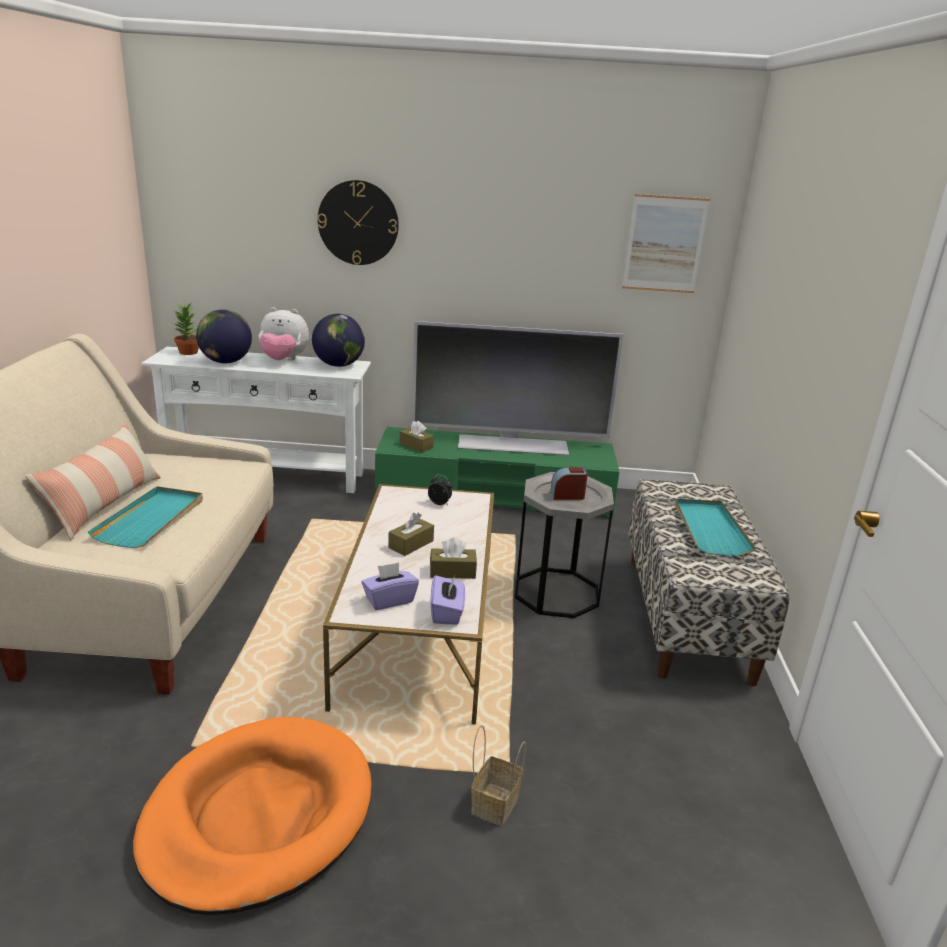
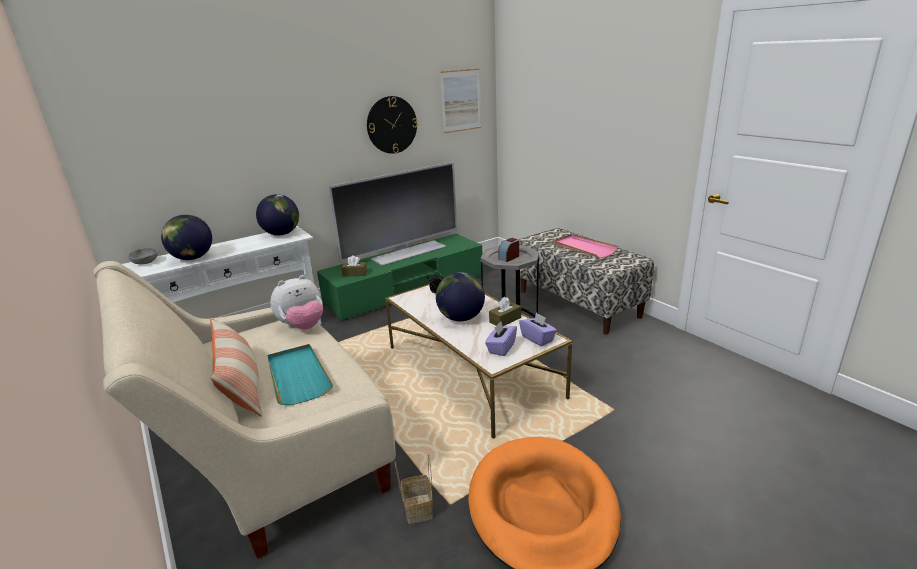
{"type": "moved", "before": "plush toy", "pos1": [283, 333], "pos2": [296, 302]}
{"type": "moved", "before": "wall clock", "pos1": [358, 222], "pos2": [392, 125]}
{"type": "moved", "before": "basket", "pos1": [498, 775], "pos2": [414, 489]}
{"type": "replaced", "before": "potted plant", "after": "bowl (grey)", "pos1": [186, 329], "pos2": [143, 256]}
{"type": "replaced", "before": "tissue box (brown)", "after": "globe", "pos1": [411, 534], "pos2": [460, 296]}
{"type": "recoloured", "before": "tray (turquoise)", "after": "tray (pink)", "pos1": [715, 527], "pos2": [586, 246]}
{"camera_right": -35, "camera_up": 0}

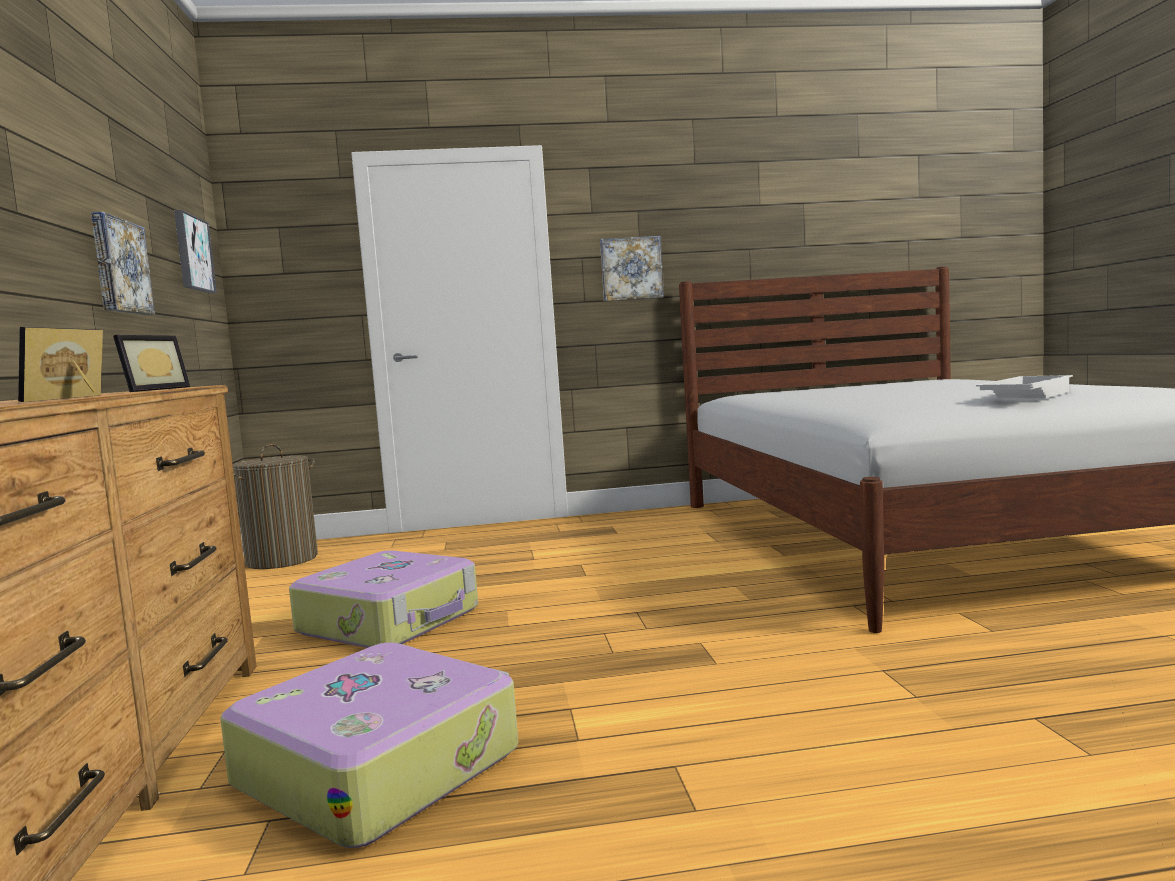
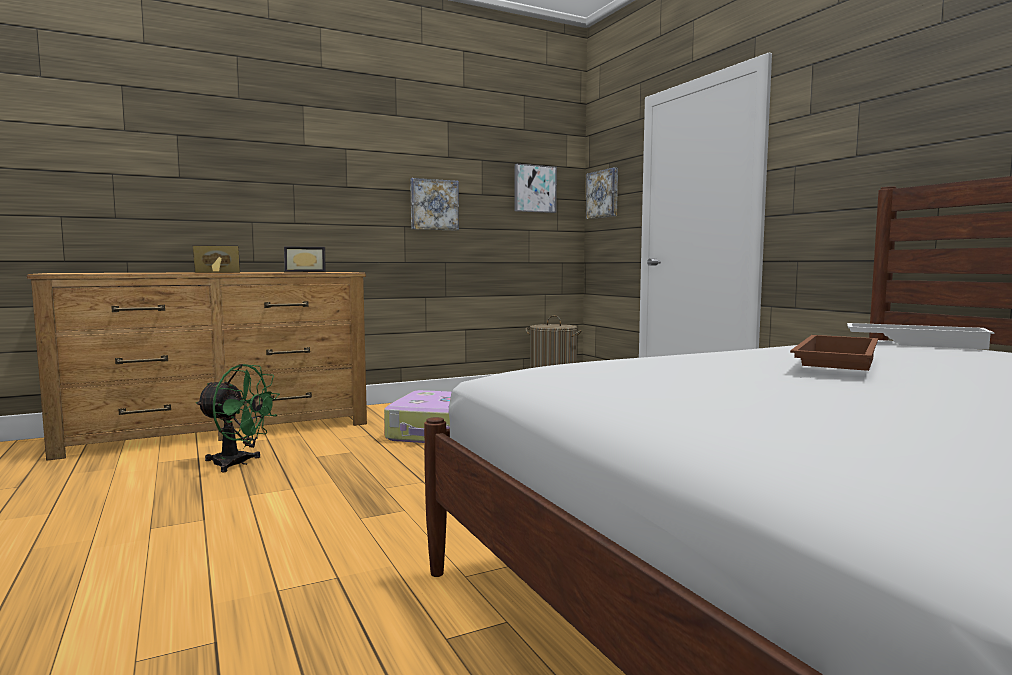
{"type": "added", "after": "tray (brown)", "pos2": [834, 353]}
{"type": "moved", "before": "picture", "pos1": [632, 268], "pos2": [602, 193]}
{"type": "moved", "before": "tray (white)", "pos1": [1024, 386], "pos2": [921, 336]}
{"type": "replaced", "before": "suitcase", "after": "fan (green)", "pos1": [369, 745], "pos2": [238, 418]}
{"camera_right": 70, "camera_up": 0}

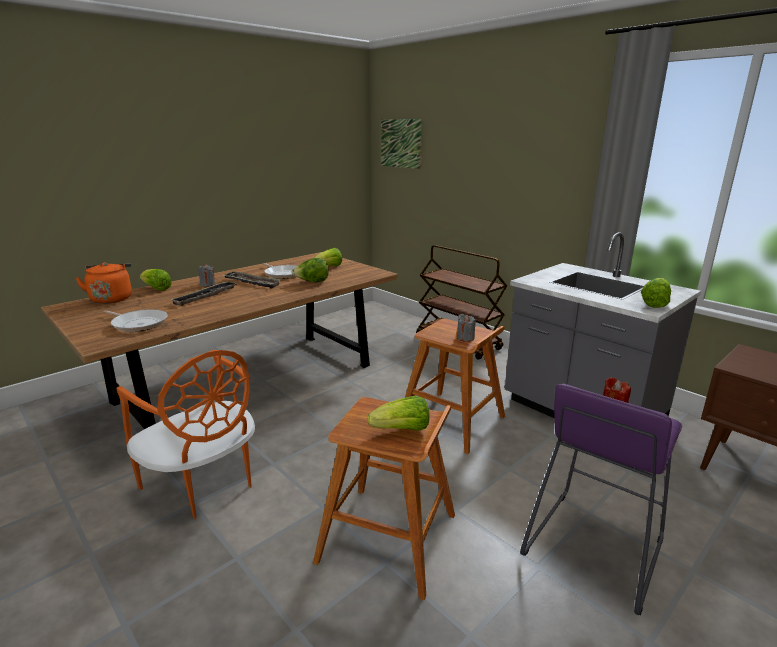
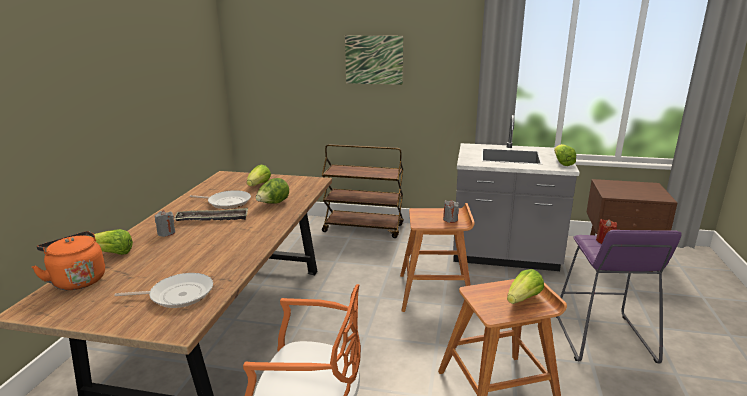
{"type": "removed", "before": "tray", "pos1": [203, 293]}
{"type": "moved", "before": "picture", "pos1": [401, 144], "pos2": [374, 60]}
{"camera_right": -35, "camera_up": 0}

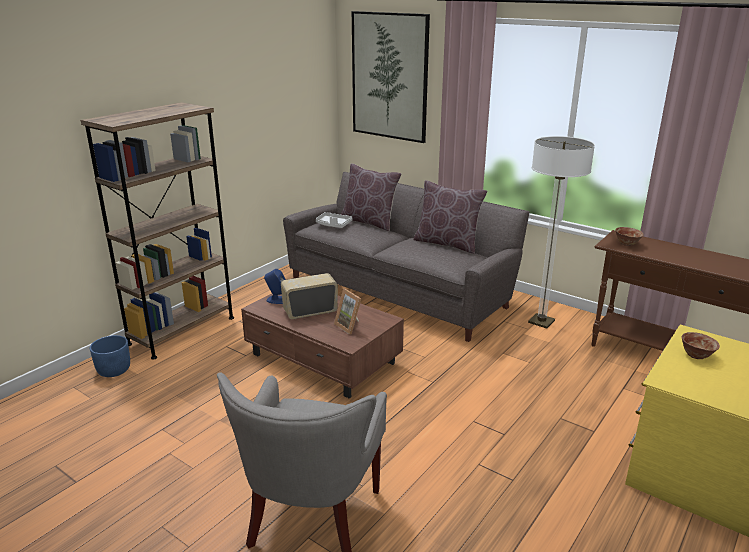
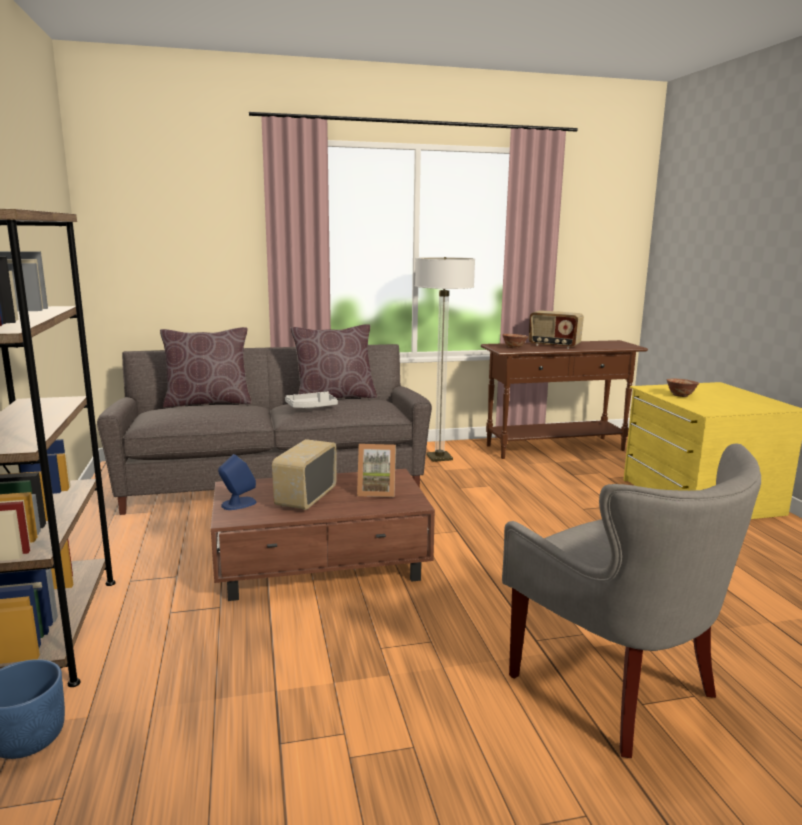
{"type": "removed", "before": "picture", "pos1": [391, 77]}
{"type": "added", "after": "radio", "pos2": [556, 329]}
{"type": "moved", "before": "tray (grey)", "pos1": [334, 220], "pos2": [311, 399]}
{"camera_right": -50, "camera_up": -10}

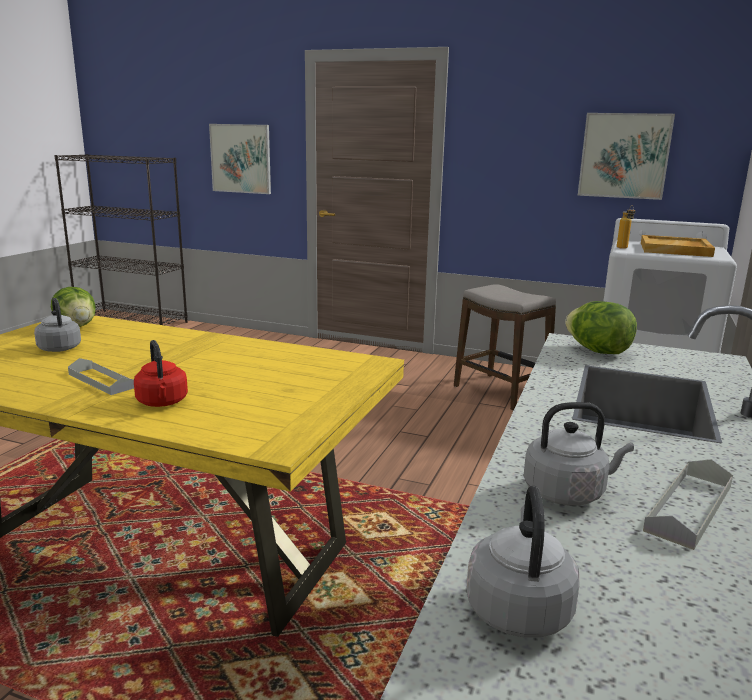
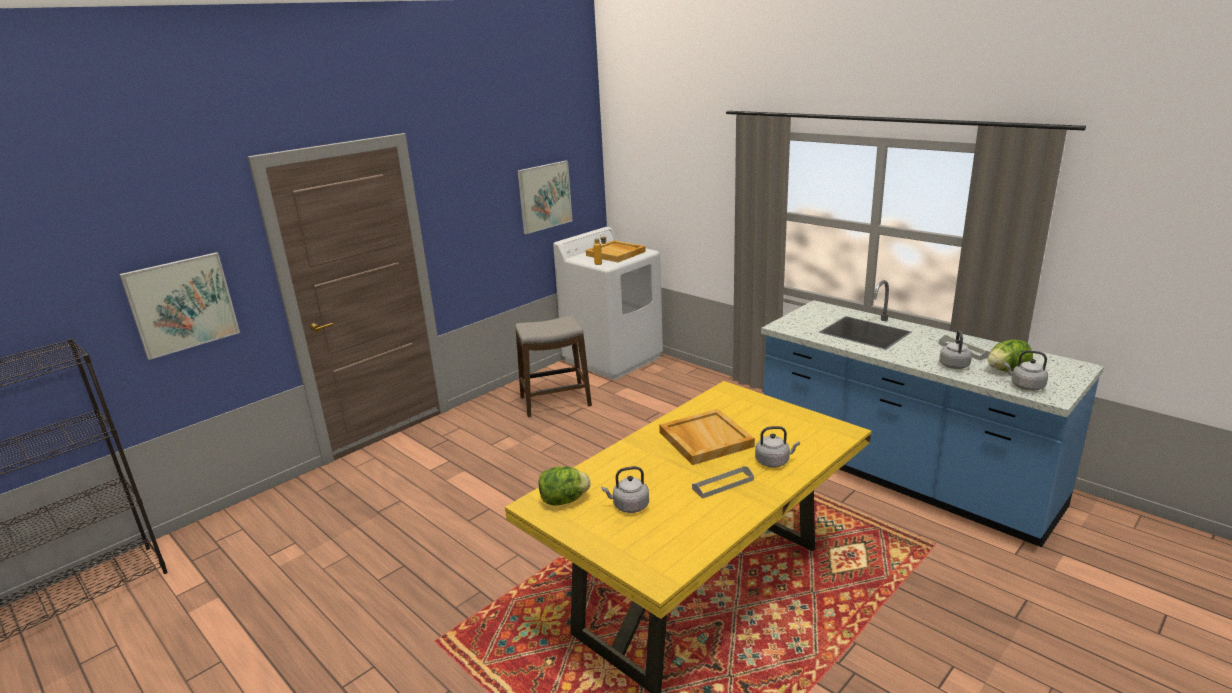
{"type": "added", "after": "tray (beige)", "pos2": [707, 437]}
{"type": "moved", "before": "lettuce", "pos1": [601, 327], "pos2": [1010, 355]}
{"type": "recoloured", "before": "kettle (red)", "after": "kettle (grey)", "pos1": [161, 373], "pos2": [777, 446]}
{"camera_right": -65, "camera_up": 5}

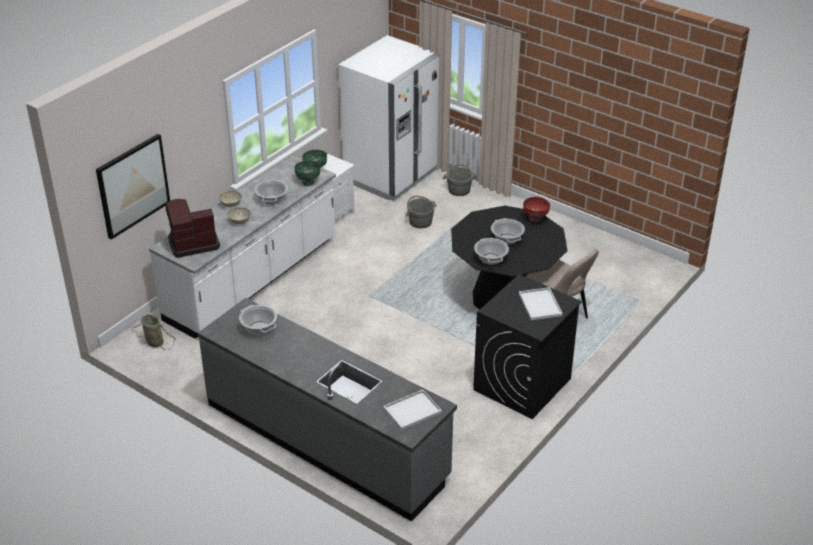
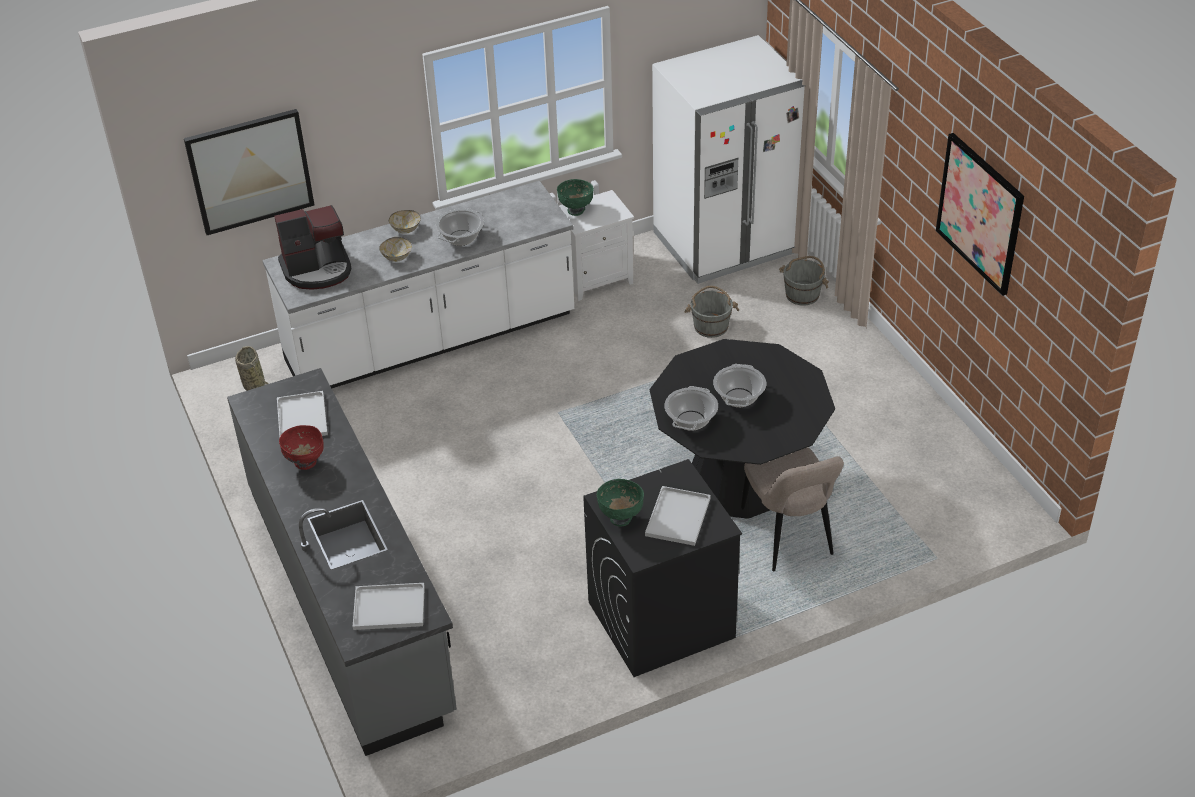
{"type": "added", "after": "picture", "pos2": [980, 214]}
{"type": "moved", "before": "bowl (green)", "pos1": [307, 173], "pos2": [620, 502]}
{"type": "moved", "before": "bowl (red)", "pos1": [536, 210], "pos2": [301, 447]}
{"type": "replaced", "before": "cooking pot", "after": "tray (white)", "pos1": [258, 320], "pos2": [302, 413]}
{"type": "turned", "before": "coffee machine", "pos1": [192, 228], "pos2": [313, 247], "turn": 150}
{"camera_right": 30, "camera_up": 5}

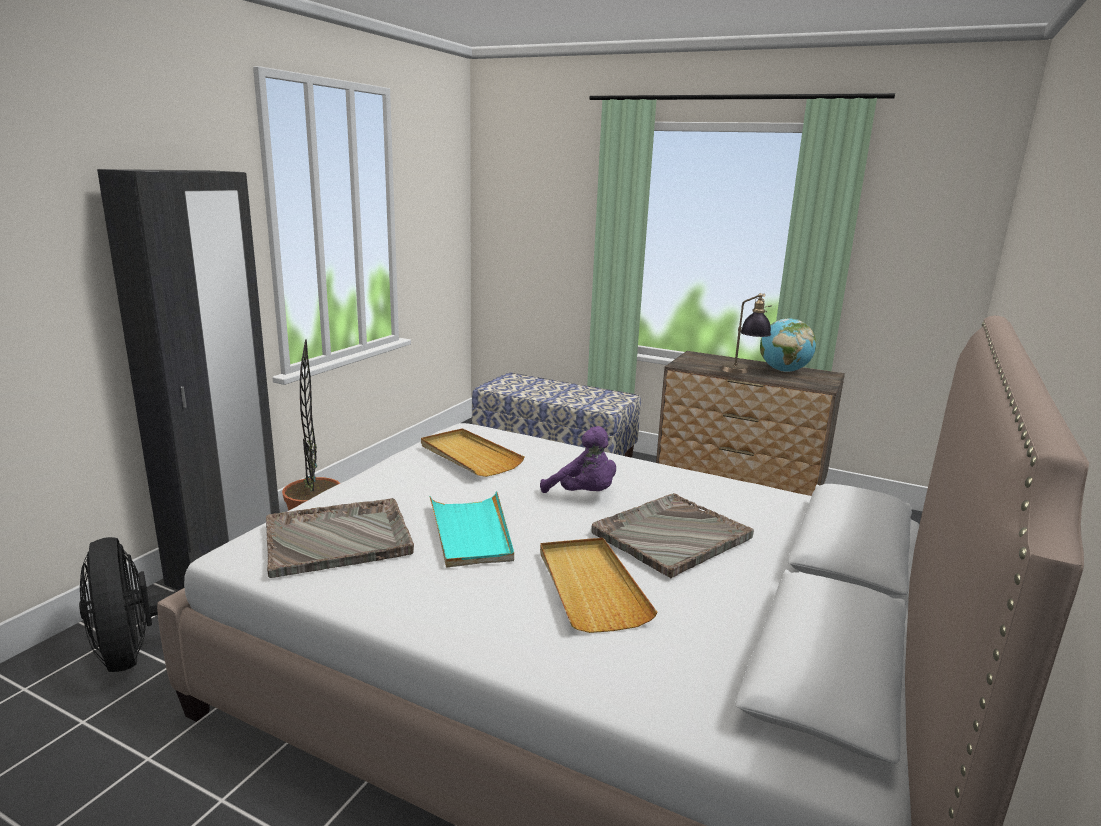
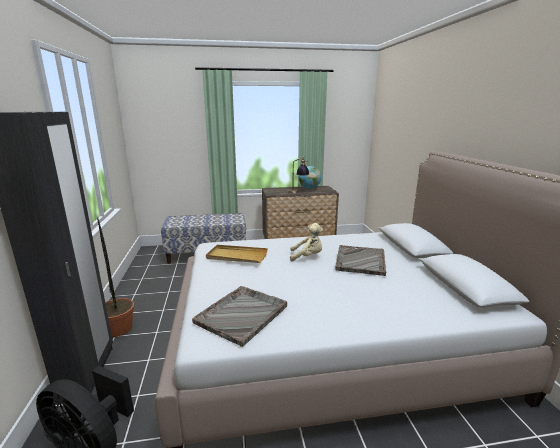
{"type": "removed", "before": "tray (turquoise)", "pos1": [471, 529]}
{"type": "removed", "before": "tray (beige)", "pos1": [599, 585]}
{"type": "recoloured", "before": "plush toy (purple)", "after": "plush toy (beige)", "pos1": [578, 459], "pos2": [306, 242]}
{"camera_right": -35, "camera_up": 0}

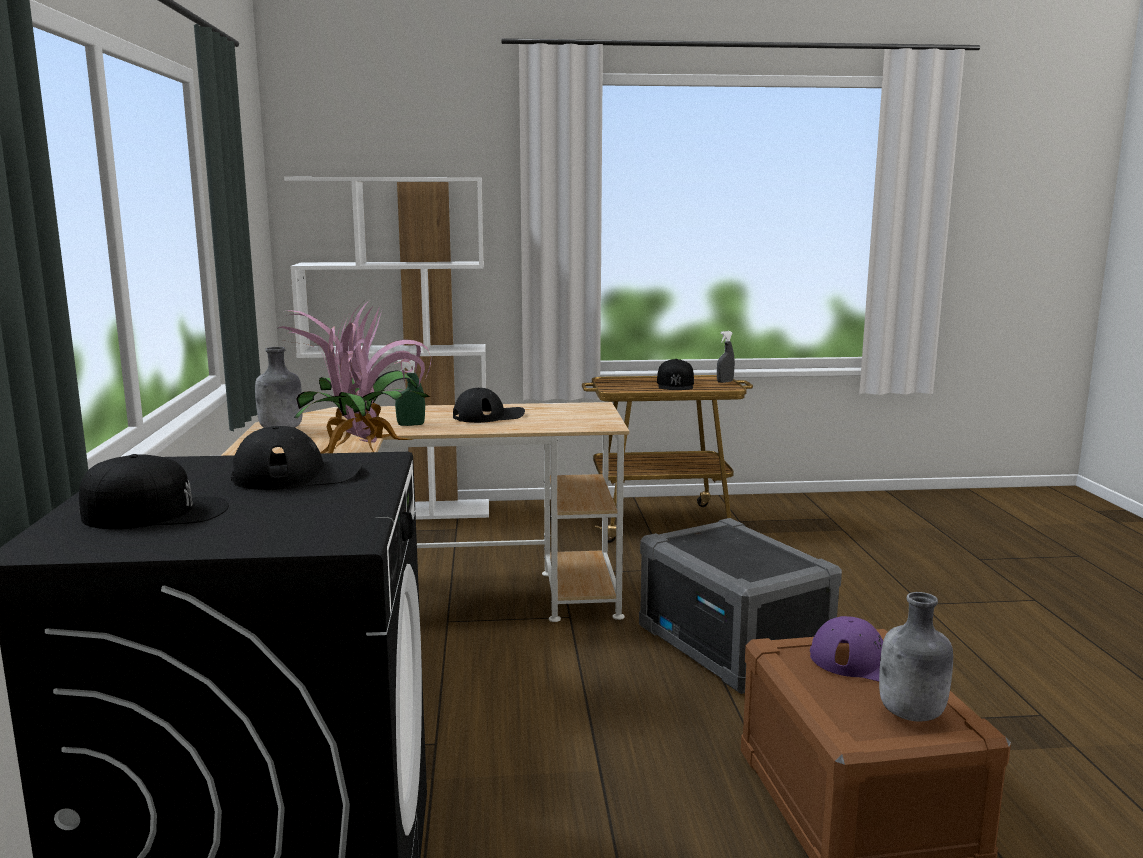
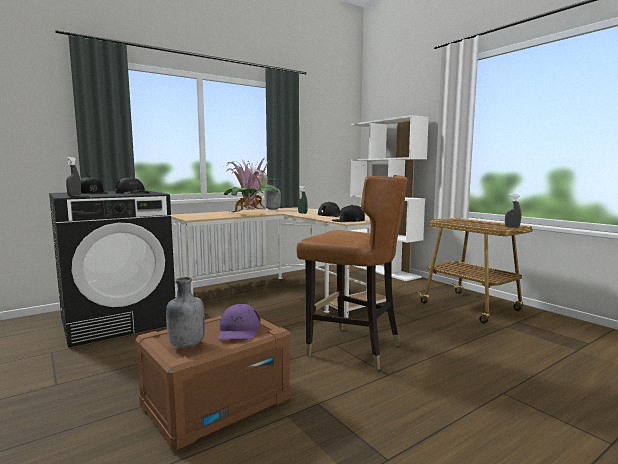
{"type": "added", "after": "spray bottle (grey)", "pos2": [73, 177]}
{"type": "moved", "before": "cap (black)", "pos1": [675, 374], "pos2": [348, 213]}
{"type": "replaced", "before": "storage box (grey)", "after": "chair (brown)", "pos1": [740, 606], "pos2": [352, 272]}
{"camera_right": 60, "camera_up": -5}

